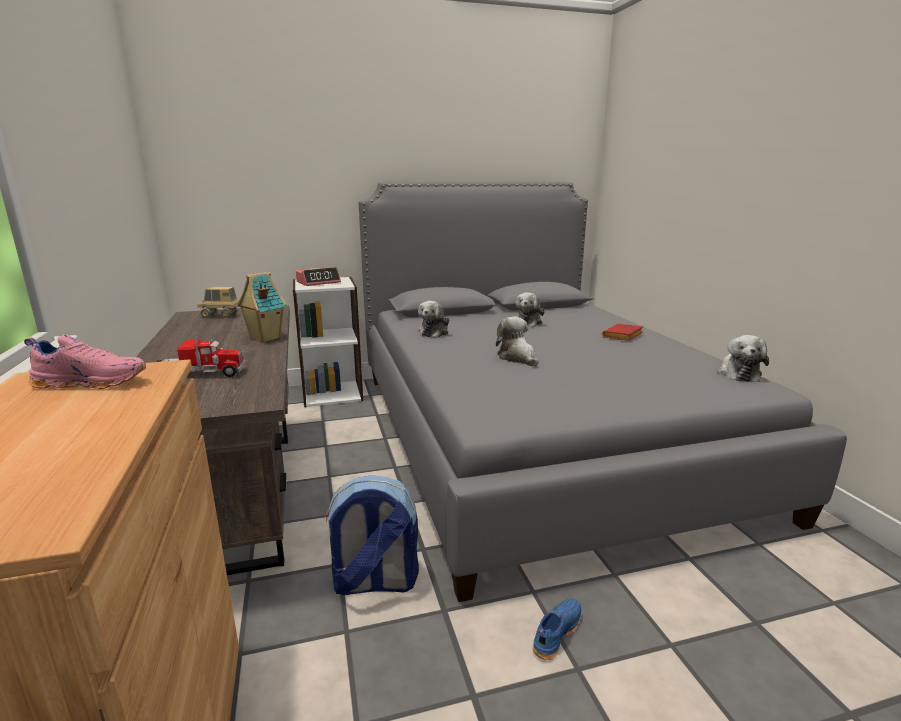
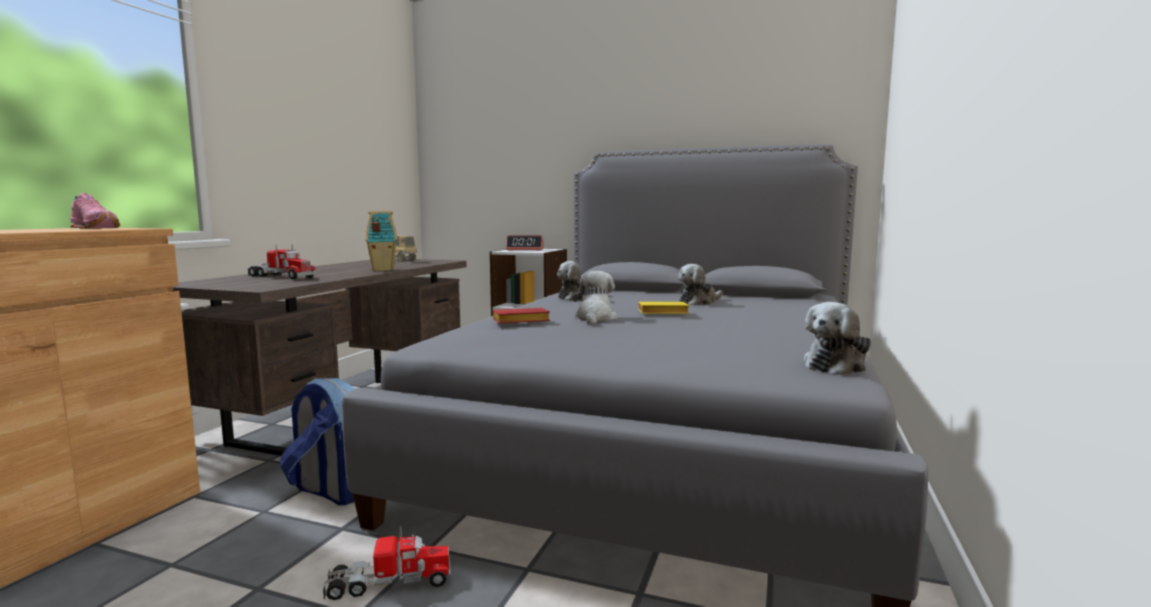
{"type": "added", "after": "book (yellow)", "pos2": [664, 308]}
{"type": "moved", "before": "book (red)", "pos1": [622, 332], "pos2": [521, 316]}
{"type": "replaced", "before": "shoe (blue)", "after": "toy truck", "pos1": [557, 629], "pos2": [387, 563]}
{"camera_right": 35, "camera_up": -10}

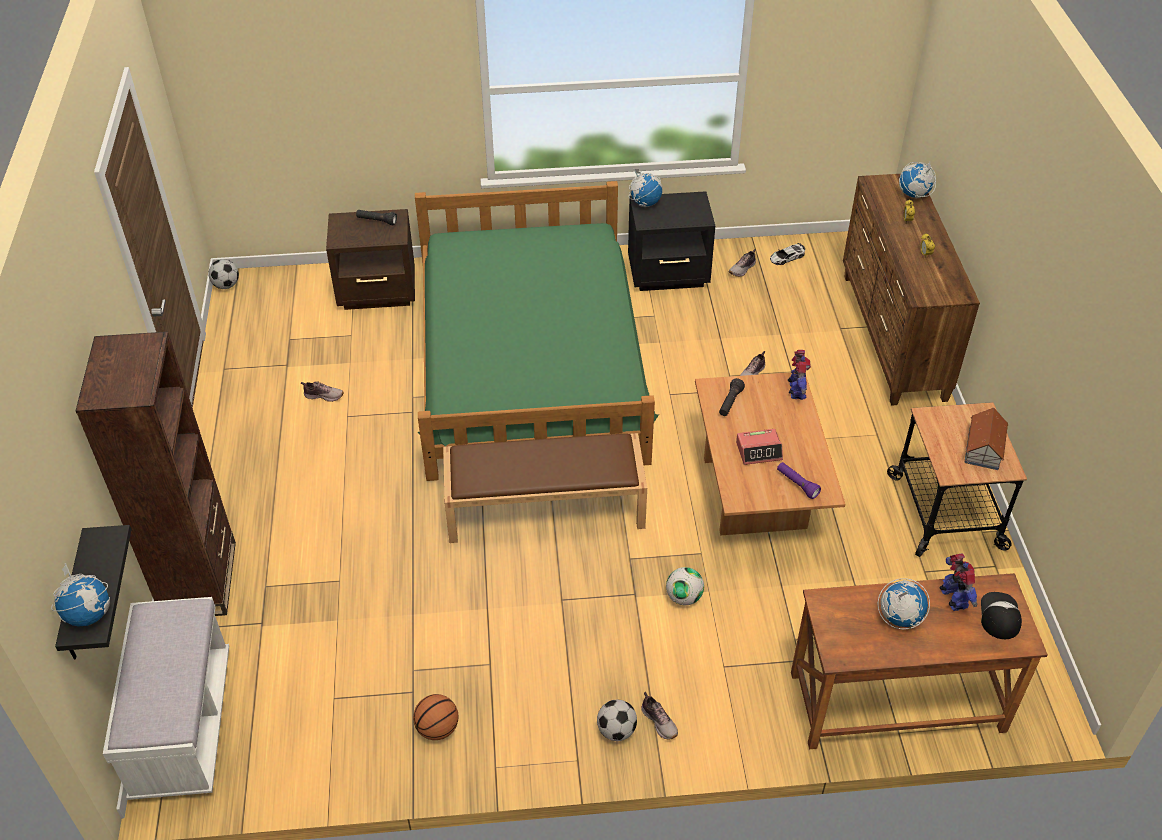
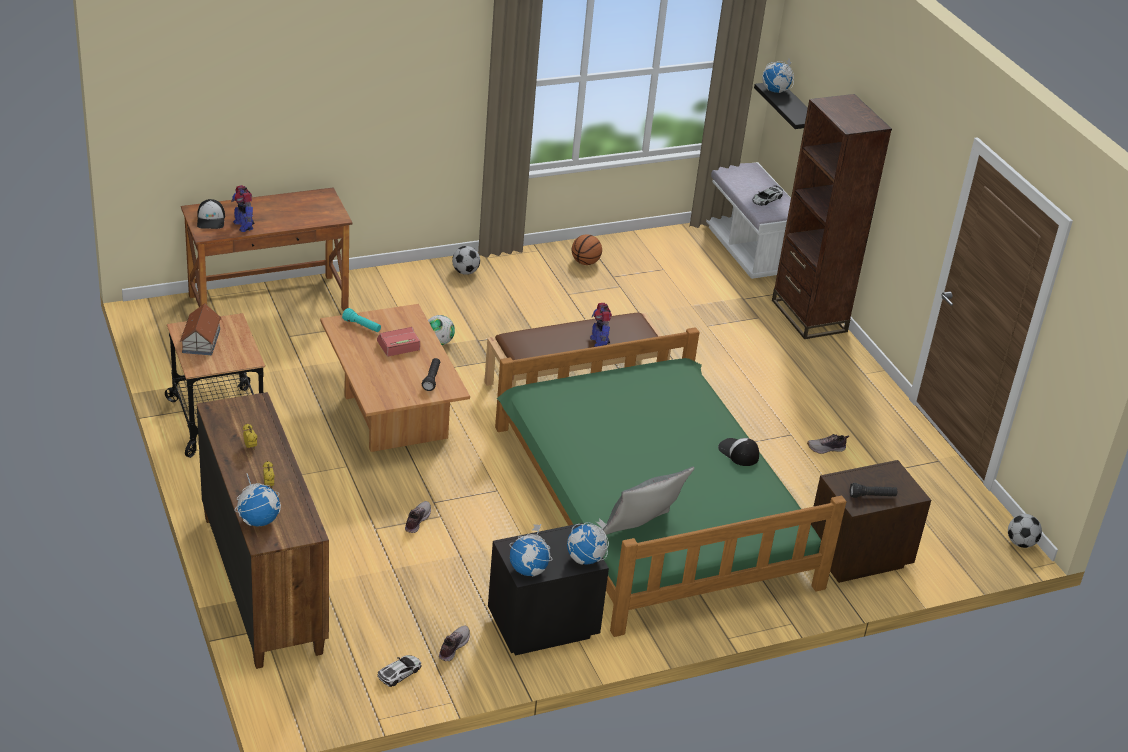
{"type": "removed", "before": "shoe", "pos1": [659, 716]}
{"type": "added", "after": "pillow (grey)", "pos2": [648, 501]}
{"type": "added", "after": "cap", "pos2": [738, 452]}
{"type": "added", "after": "toy car", "pos2": [767, 195]}
{"type": "moved", "before": "toy robot", "pos1": [799, 375], "pos2": [601, 325]}
{"type": "moved", "before": "globe", "pos1": [904, 603], "pos2": [531, 550]}
{"type": "recoloured", "before": "flashlight (purple)", "after": "flashlight (turquoise)", "pos1": [799, 480], "pos2": [361, 320]}
{"camera_right": 160, "camera_up": -10}

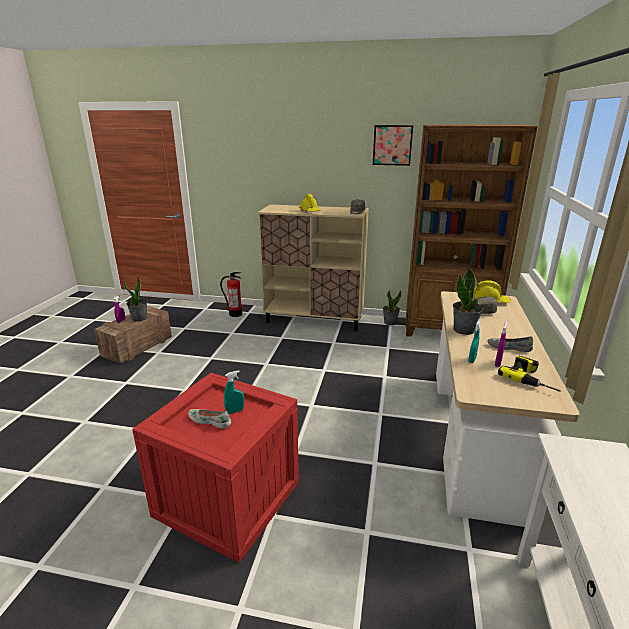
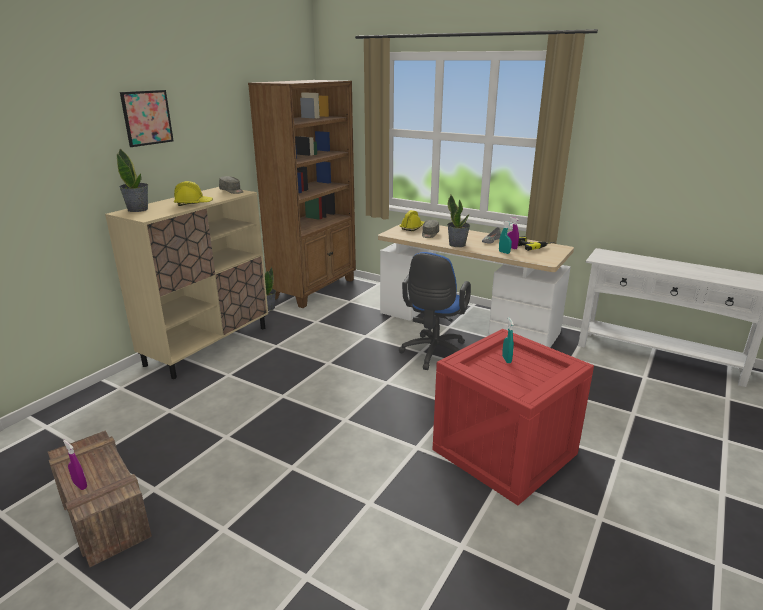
{"type": "removed", "before": "shoe (white)", "pos1": [209, 419]}
{"type": "removed", "before": "fire extinguisher", "pos1": [231, 294]}
{"type": "added", "after": "office chair (blue)", "pos2": [435, 311]}
{"type": "moved", "before": "potted plant", "pos1": [135, 299], "pos2": [132, 180]}
{"type": "moved", "before": "picture", "pos1": [393, 145], "pos2": [147, 118]}
{"camera_right": -70, "camera_up": 0}

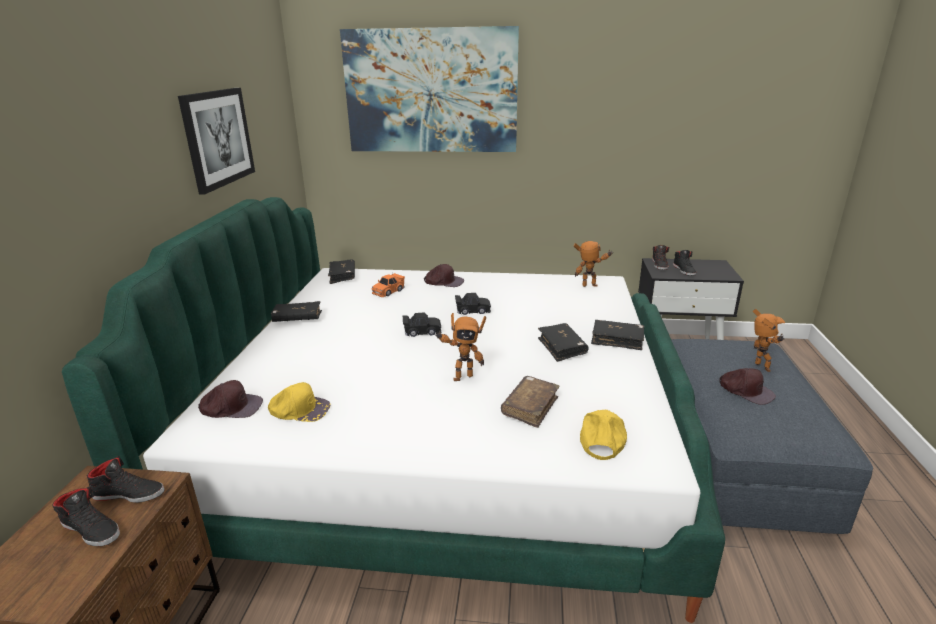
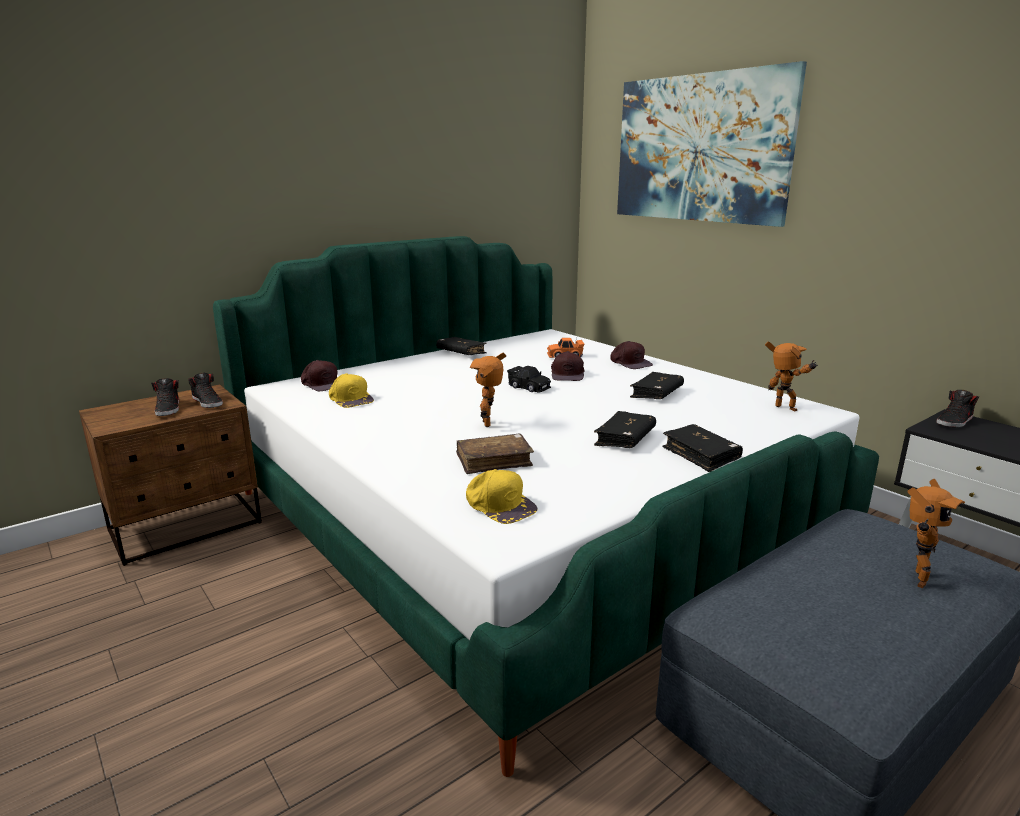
{"type": "removed", "before": "picture", "pos1": [216, 141]}
{"type": "removed", "before": "toy car (black)", "pos1": [473, 304]}
{"type": "removed", "before": "shoe (black)", "pos1": [684, 263]}
{"type": "moved", "before": "book (black)", "pos1": [341, 272], "pos2": [657, 385]}
{"type": "moved", "before": "cap (brown)", "pos1": [748, 386], "pos2": [568, 366]}
{"type": "turned", "before": "toy robot", "pos1": [460, 347], "pos2": [488, 389], "turn": 60}
{"type": "turned", "before": "cap (yellow)", "pos1": [603, 435], "pos2": [502, 496], "turn": 75}
{"camera_right": 45, "camera_up": -5}

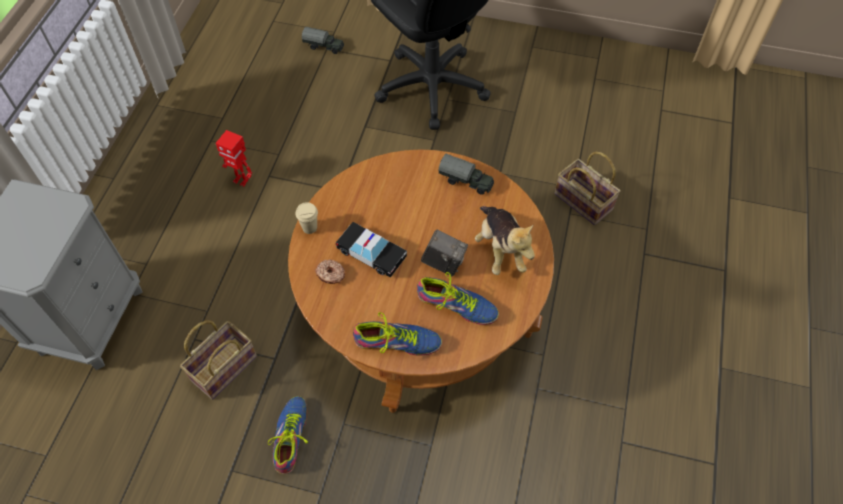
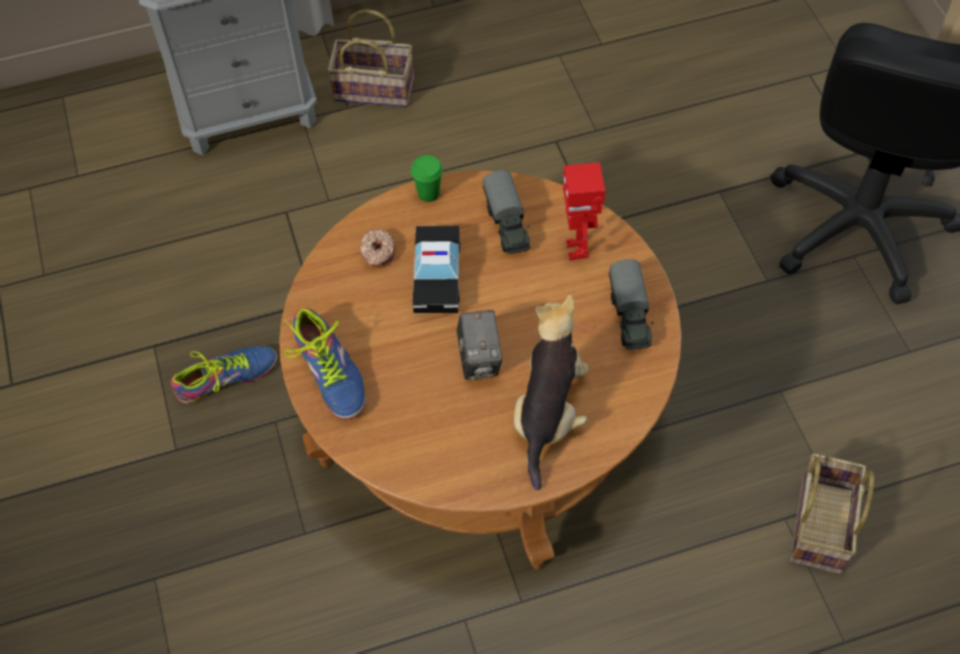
{"type": "removed", "before": "shoe", "pos1": [458, 298]}
{"type": "moved", "before": "basket", "pos1": [218, 360], "pos2": [370, 58]}
{"type": "moved", "before": "toy robot", "pos1": [234, 158], "pos2": [584, 211]}
{"type": "moved", "before": "toy truck", "pos1": [323, 40], "pos2": [506, 212]}
{"type": "recoloured", "before": "cup (beige)", "after": "cup (green)", "pos1": [307, 218], "pos2": [427, 178]}
{"type": "turned", "before": "plush toy", "pos1": [505, 240], "pos2": [551, 392], "turn": 150}
{"camera_right": 60, "camera_up": 0}

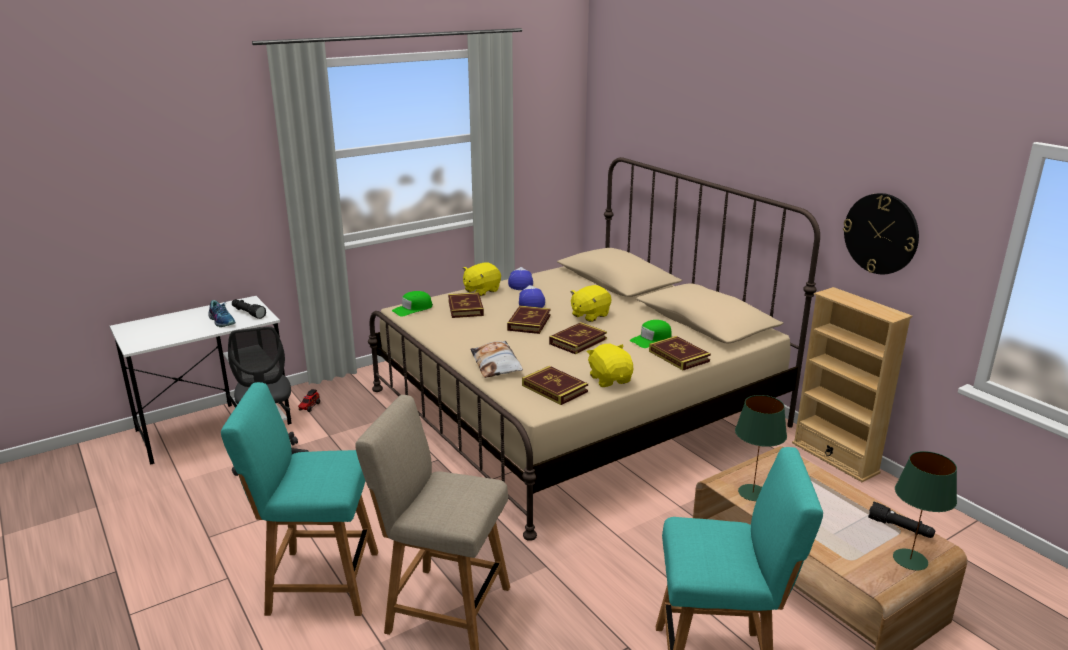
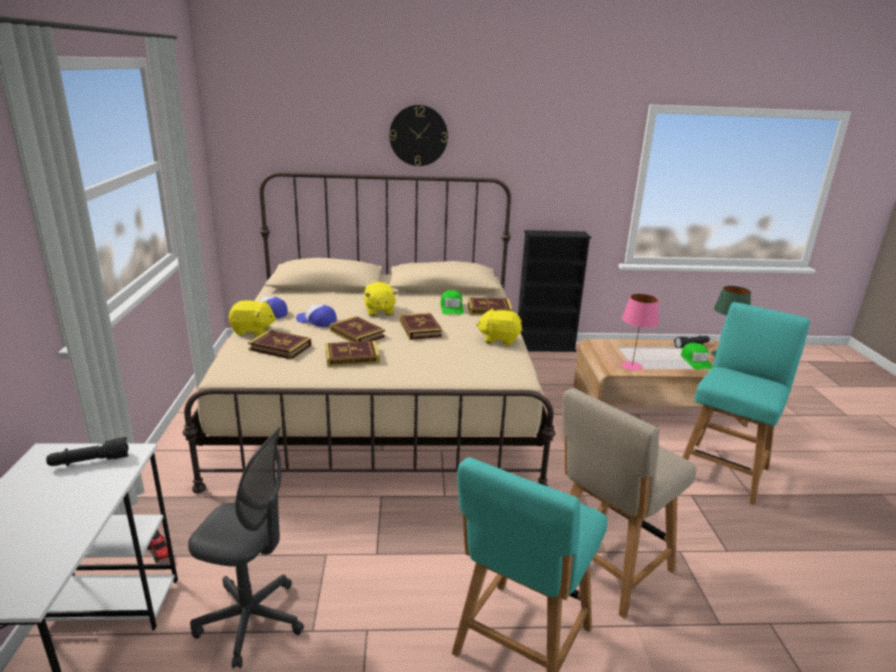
{"type": "removed", "before": "shoe", "pos1": [222, 313]}
{"type": "removed", "before": "pillow", "pos1": [496, 359]}
{"type": "moved", "before": "cap (green)", "pos1": [412, 304], "pos2": [697, 356]}
{"type": "moved", "before": "book", "pos1": [555, 385], "pos2": [352, 353]}
{"type": "moved", "before": "wall clock", "pos1": [881, 233], "pos2": [418, 135]}
{"type": "recoloured", "before": "table lamp (green)", "after": "table lamp (pink)", "pos1": [761, 448], "pos2": [640, 332]}
{"type": "recoloured", "before": "bookcase (beige)", "after": "bookcase (black)", "pos1": [852, 384], "pos2": [554, 291]}
{"type": "turned", "before": "plush toy (yellow)", "pos1": [482, 279], "pos2": [252, 318], "turn": -75}
{"camera_right": -60, "camera_up": 0}

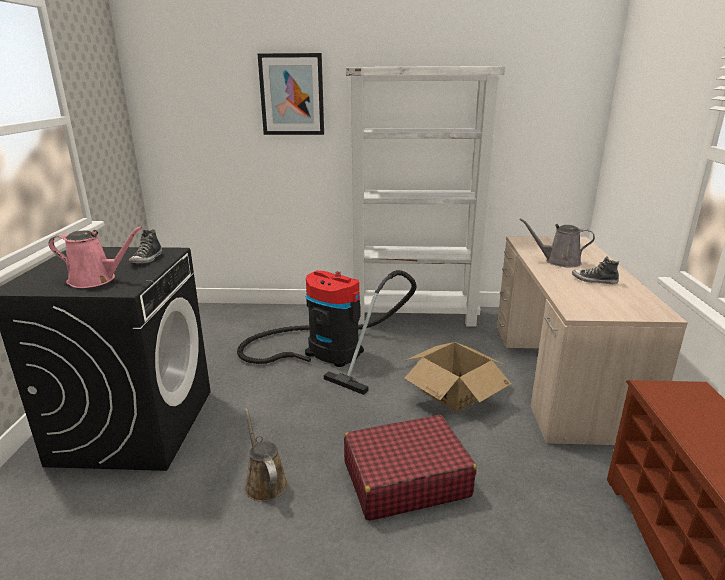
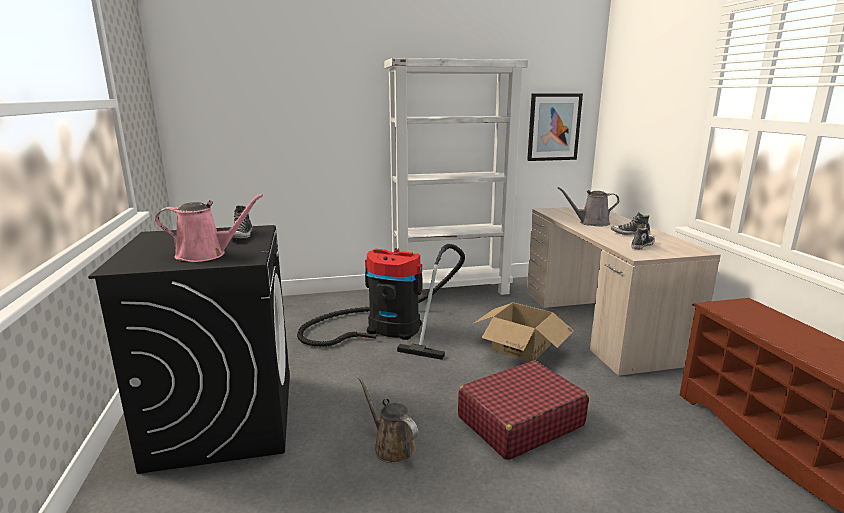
{"type": "added", "after": "shoe", "pos2": [643, 236]}
{"type": "moved", "before": "picture", "pos1": [291, 94], "pos2": [555, 127]}
{"camera_right": -15, "camera_up": -5}

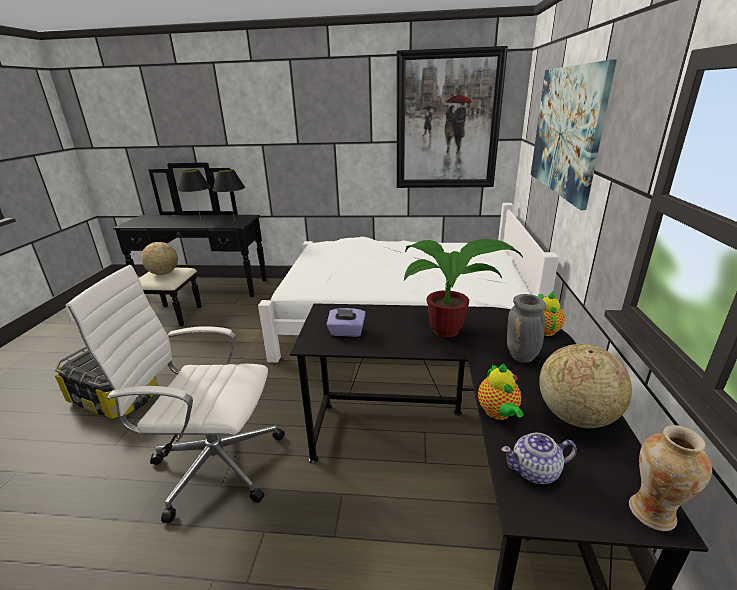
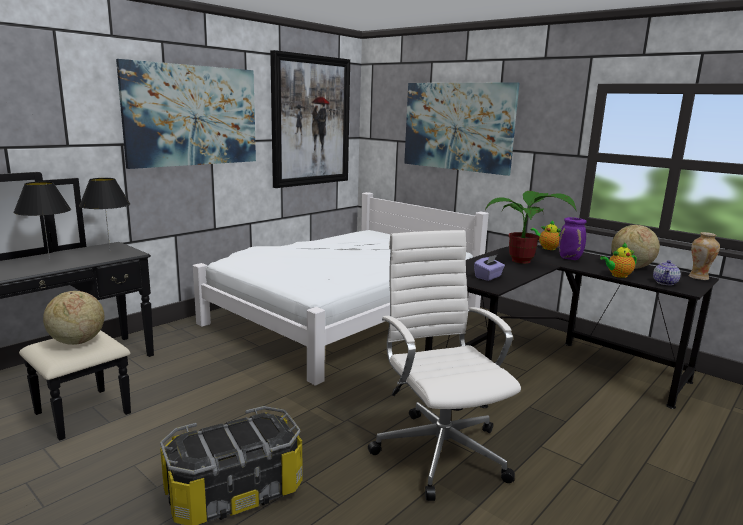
{"type": "added", "after": "picture", "pos2": [186, 114]}
{"type": "recoloured", "before": "vase (grey)", "after": "vase (purple)", "pos1": [526, 328], "pos2": [572, 238]}
{"type": "turned", "before": "office chair (white)", "pos1": [175, 394], "pos2": [444, 365], "turn": 120}
{"type": "turned", "before": "teapot", "pos1": [501, 392], "pos2": [618, 260], "turn": 135}
{"camera_right": -55, "camera_up": -10}

